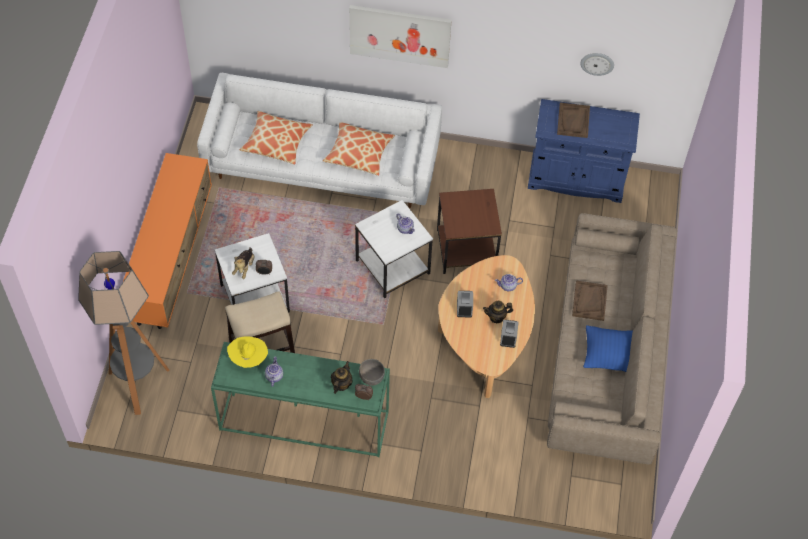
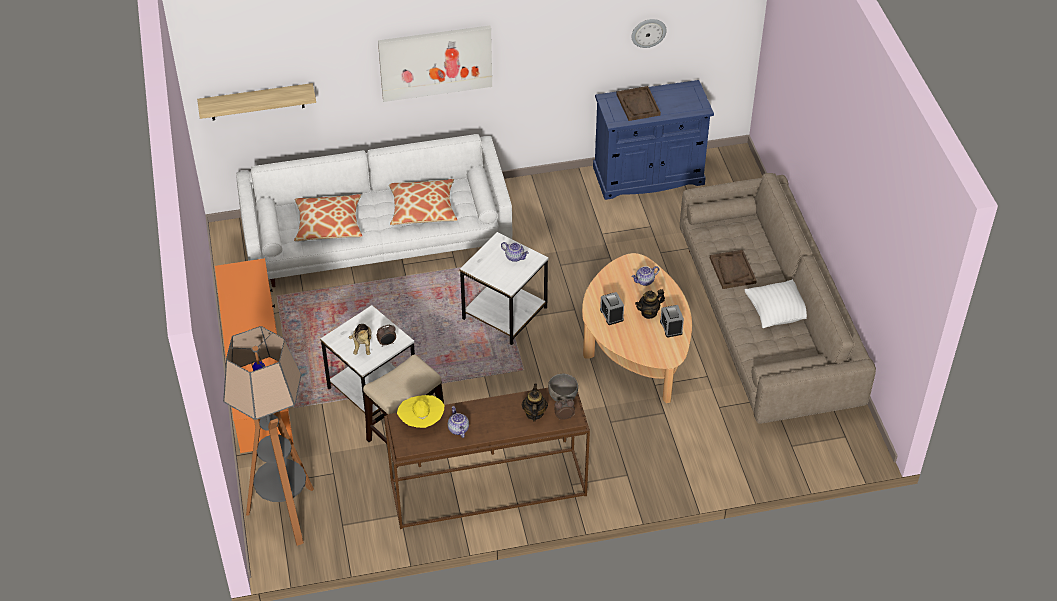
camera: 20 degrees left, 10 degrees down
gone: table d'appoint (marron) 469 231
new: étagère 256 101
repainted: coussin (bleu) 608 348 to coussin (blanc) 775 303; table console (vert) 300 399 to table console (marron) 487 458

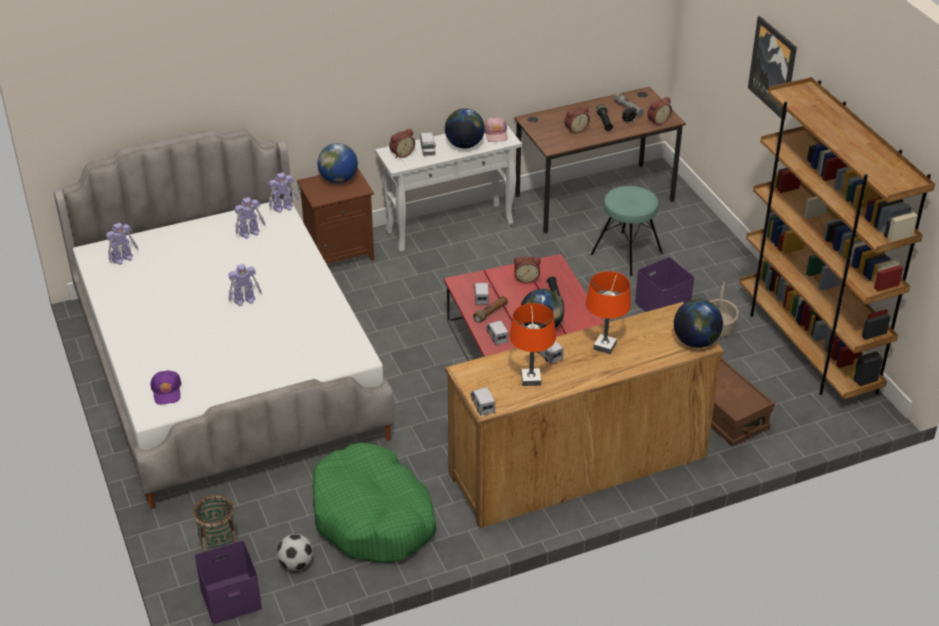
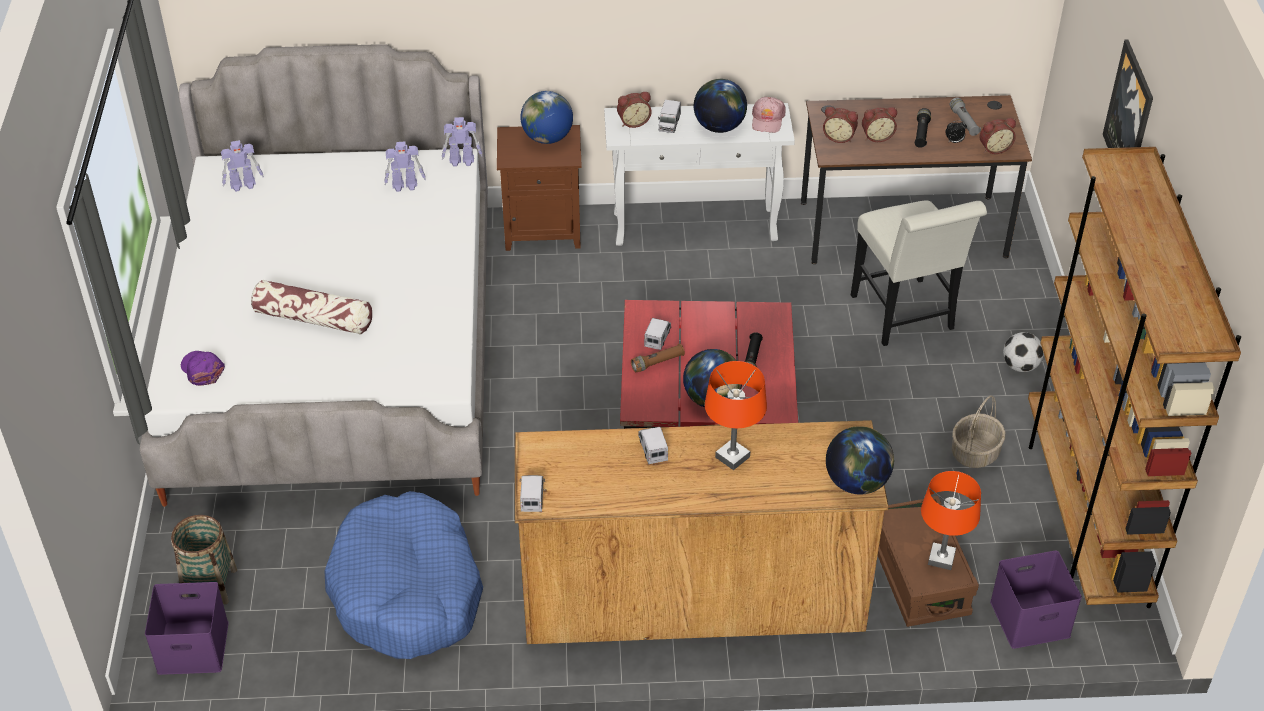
camera: 20 degrees right, 5 degrees up
gone: robot jouet 245 285; camion jouet 497 333
new: coussin 311 307
shifted: réveil 527 269 to 840 125; boîte de rangement (violet) 664 284 to 1036 599; lampe de table (orange) 532 344 to 951 520; ballon de foot 295 552 to 1023 352
swapped: tabouret (turquoise) 627 231 to chaise (blanc) 919 273
repainted: panier pour chien (vert) 375 503 to panier pour chien (bleu) 403 575
rotated: casquette (violet) 165 388 = 203 368 135 degrees clockwise

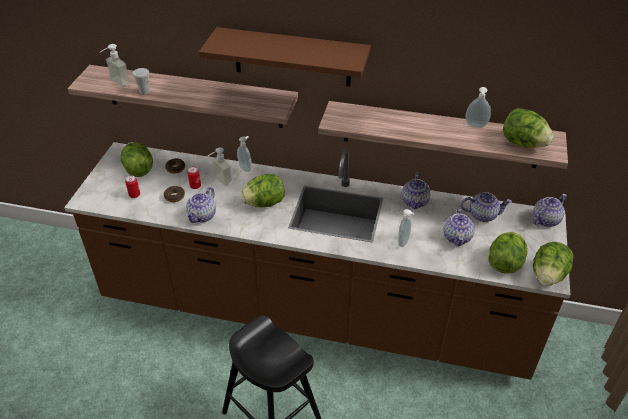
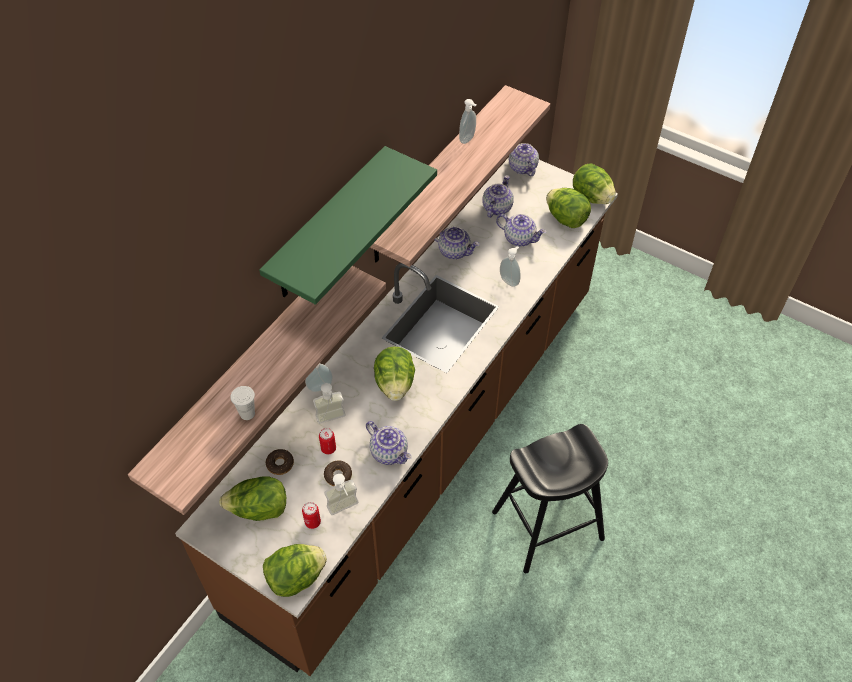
camera: 70 degrees left, 10 degrees up
shifted: distributeur de savon 115 65 to 341 494; laitue 528 128 to 295 570
repainted: étagère (marron) 285 56 to étagère (vert) 348 225

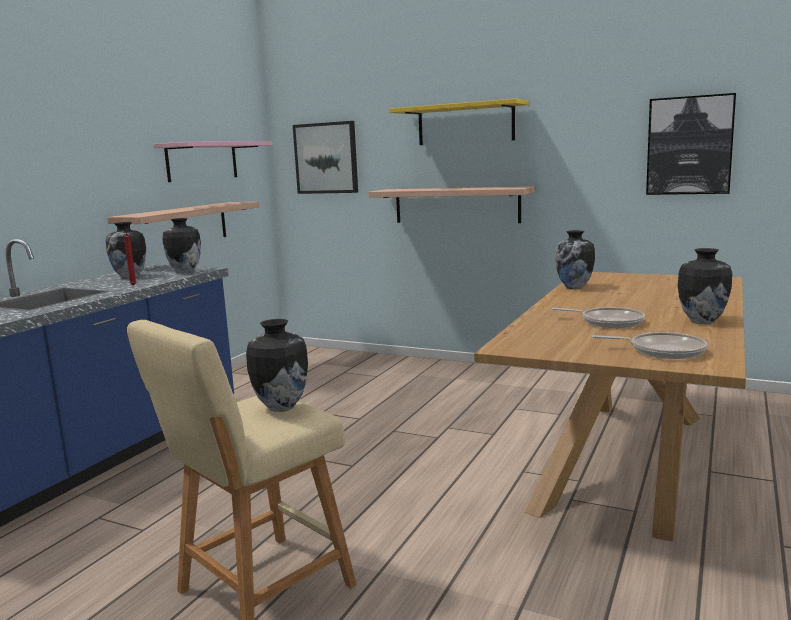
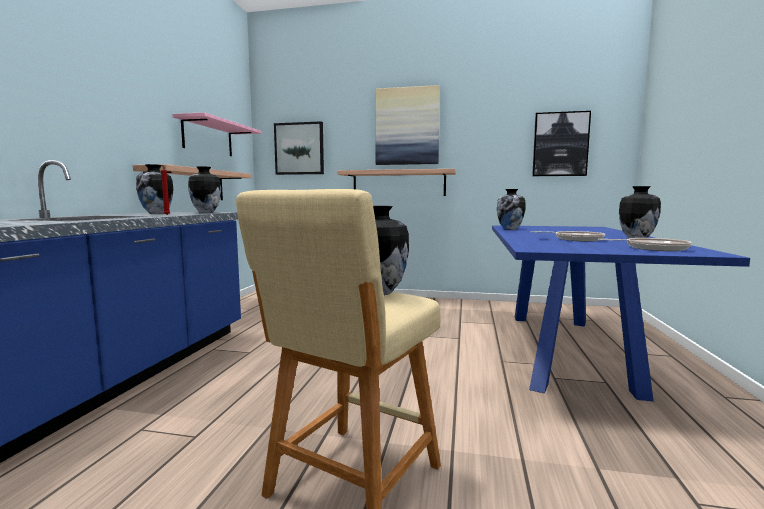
camera: 15 degrees left, 5 degrees down
swapped: étagère (jaune) 459 122 to tableau 407 125
repainted: table à manger (marron) 610 407 to table à manger (bleu) 621 313

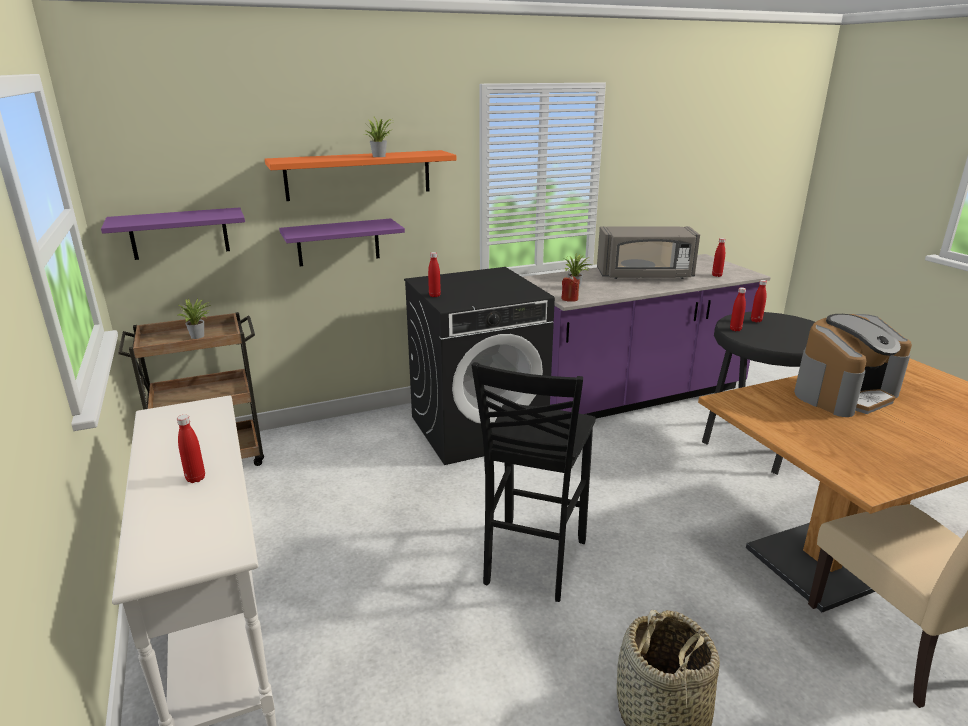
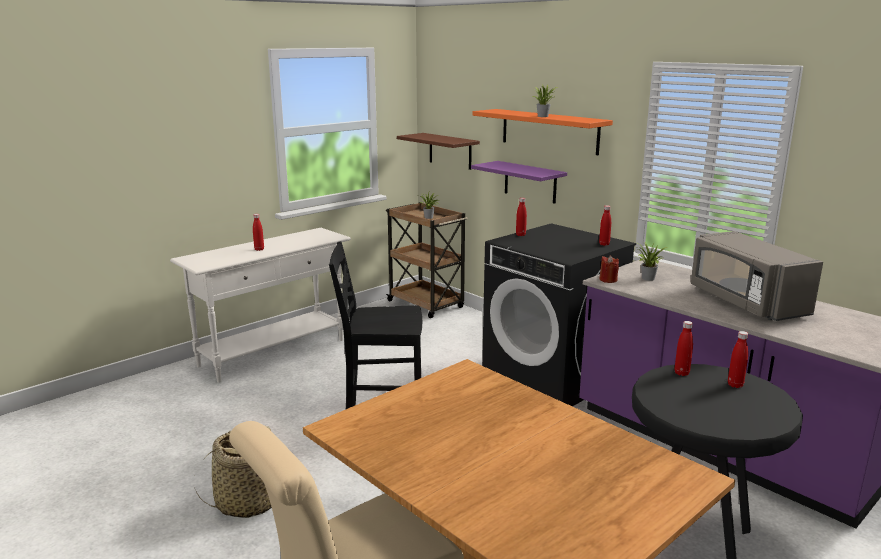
camera: 70 degrees right, 5 degrees down
gone: machine à café 853 365
shifted: bouteille (rouge) 719 257 to 605 225
repainted: étagère (violet) 173 233 to étagère (marron) 438 151

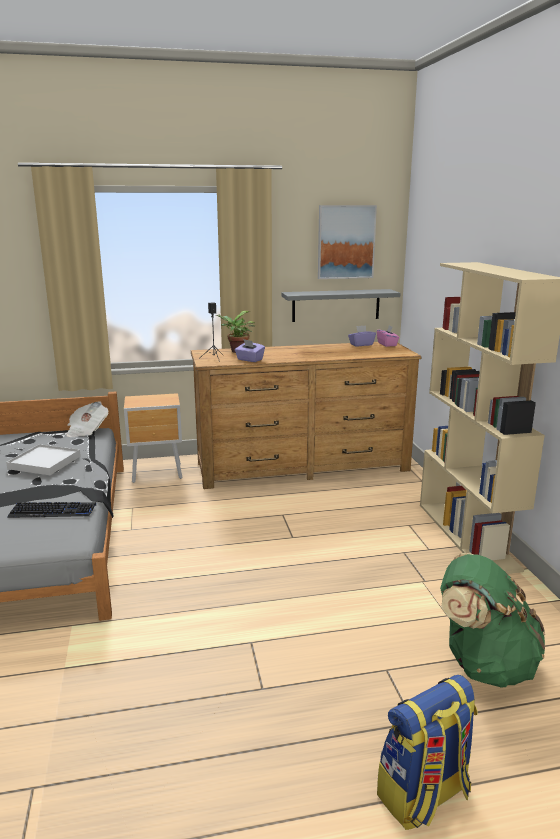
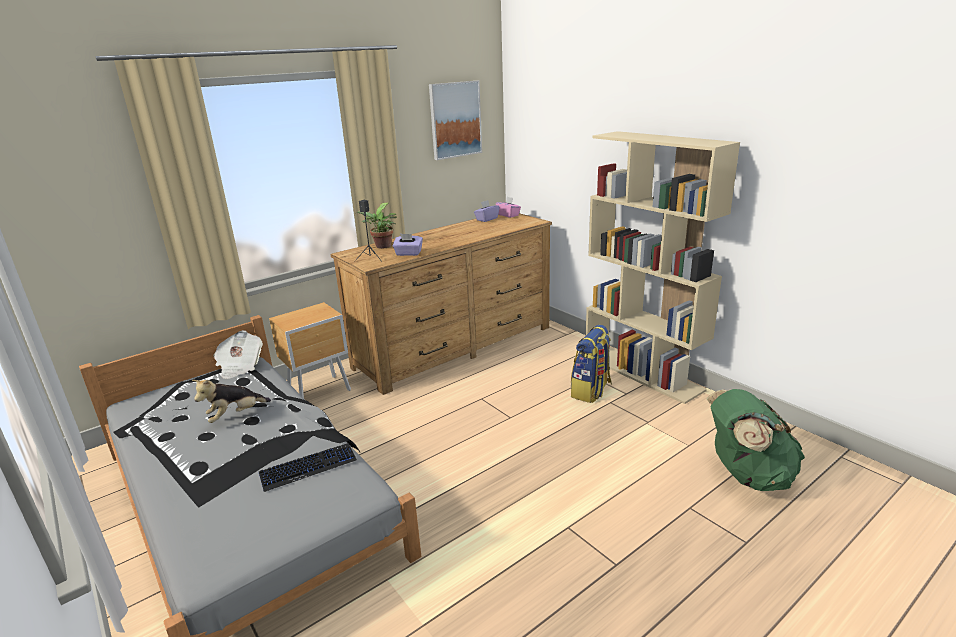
camera: 25 degrees left, 5 degrees up
gone: étagère (gris) 341 305
shifted: sac à dos 427 752 to 591 364
swapped: plateau (blanc) 43 459 to peluche 231 401

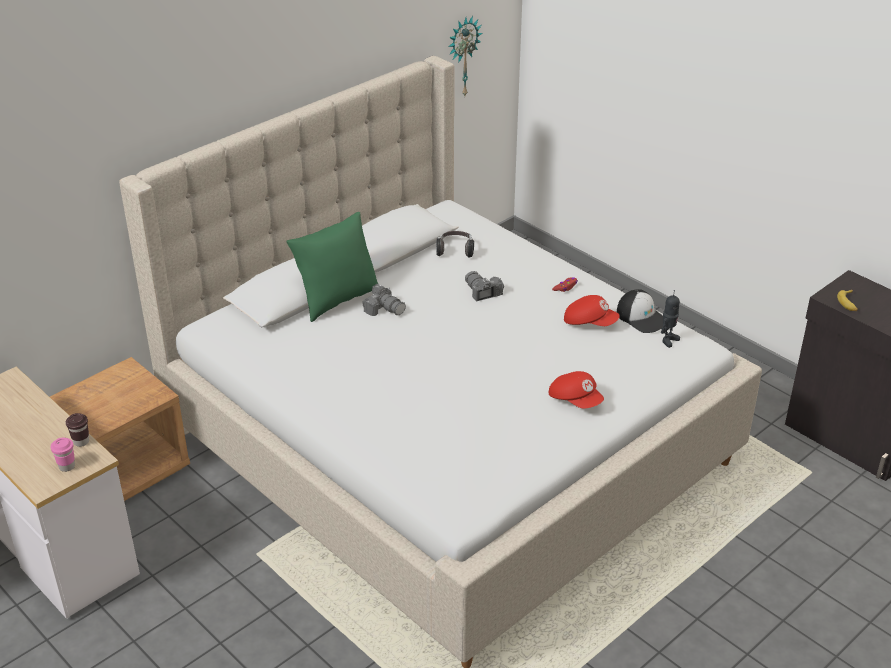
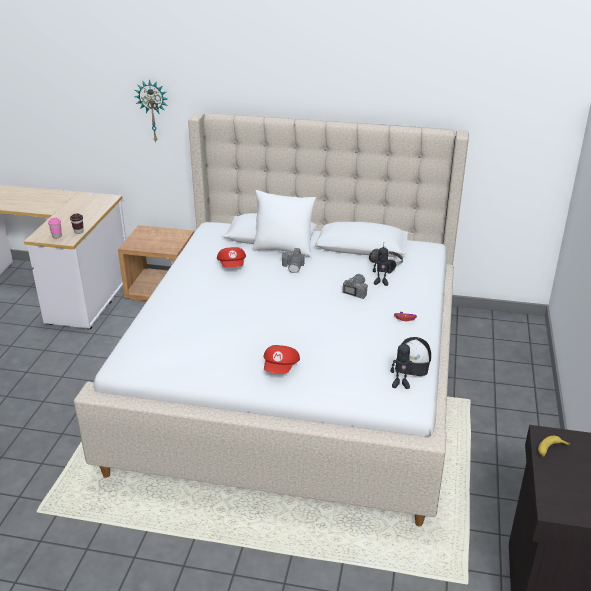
camera: 55 degrees right, 5 degrees down
new: robot jouet 382 266
shifted: horloge murale 465 56 to 151 111; casquette (rouge) 592 310 to 231 257
repainted: coussin (vert) 332 267 to coussin (blanc) 284 223

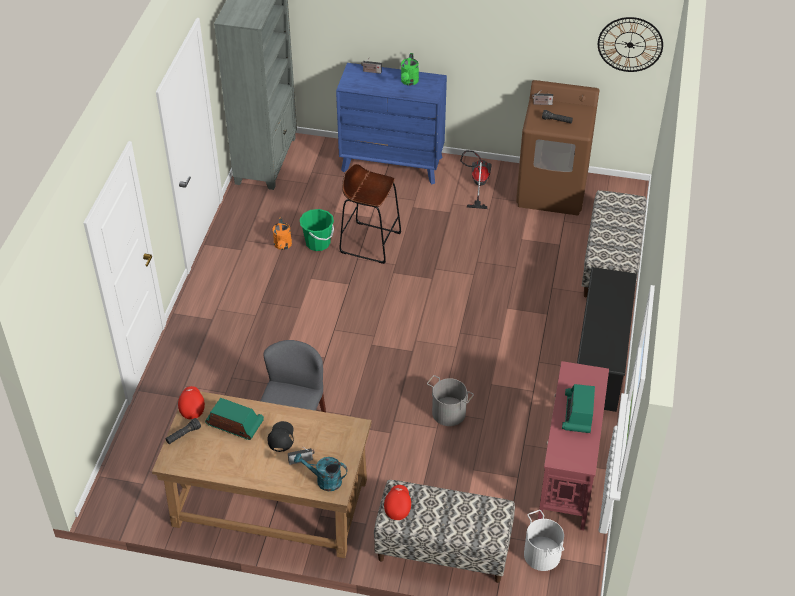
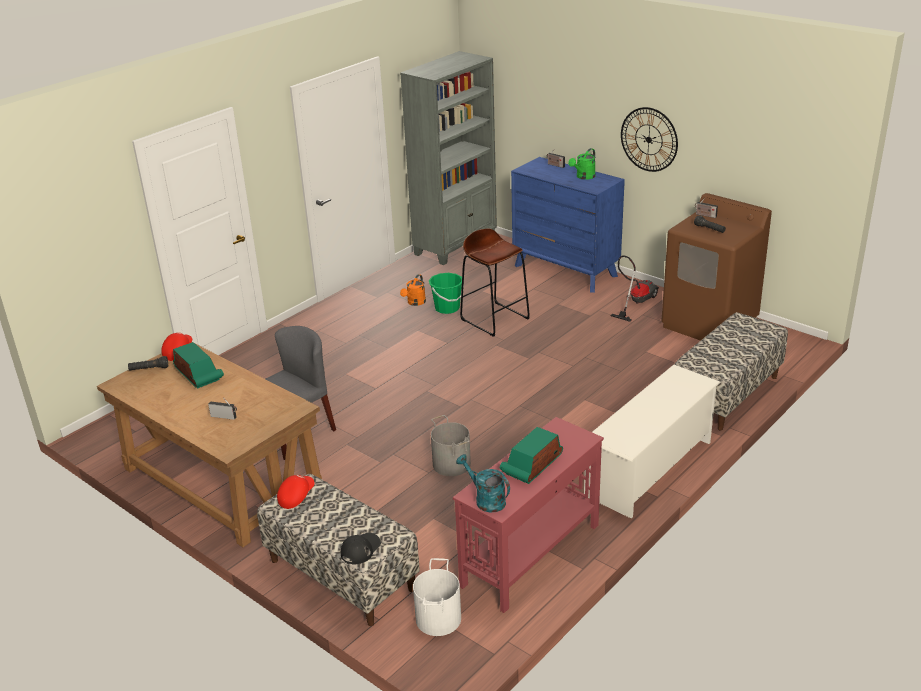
camera: 30 degrees right, 15 degrees down
shifted: horloge murale 630 44 to 649 139; casquette (noir) 280 436 to 361 548; arrosoir (turquoise) 321 472 to 483 483
repainted: étagère à chaussures (noir) 607 339 to étagère à chaussures (blanc) 652 442

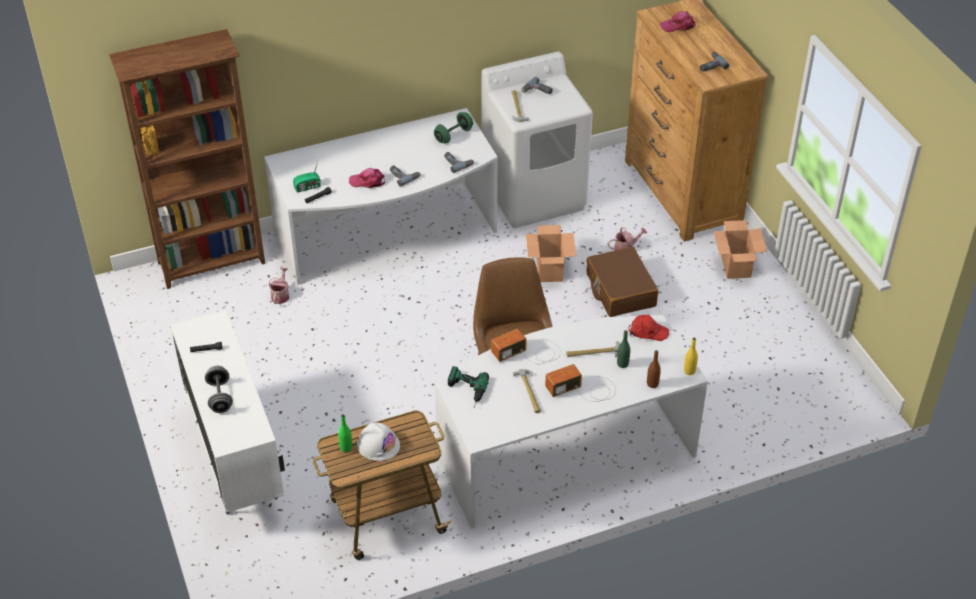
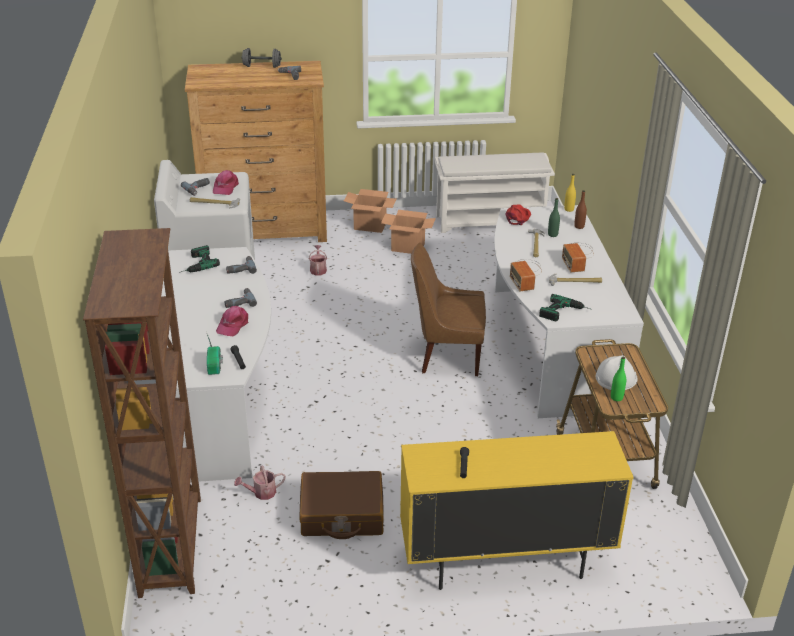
camera: 75 degrees left, 10 degrees down
new: étagère à chaussures (blanc) 495 192
shifted: casquette (rose) 677 21 to 226 182; carton 551 253 to 408 232; valise (marron) 622 282 to 342 505; haltère (gris) 219 389 to 262 58
swapped: haltère (vert) 453 127 to perceuse 200 258
repainted: meuble de rangement (blanc) 227 412 to meuble de rangement (jaune) 517 510
rotated: arrosoir 278 286 = 259 483 45 degrees counterclockwise

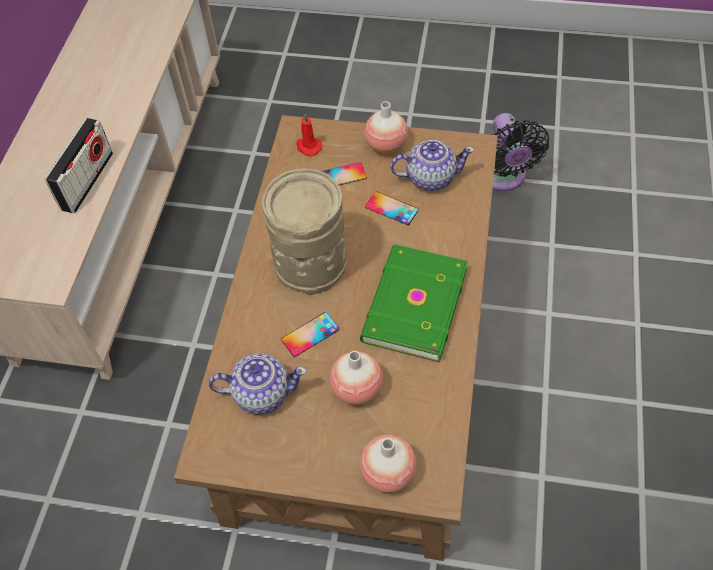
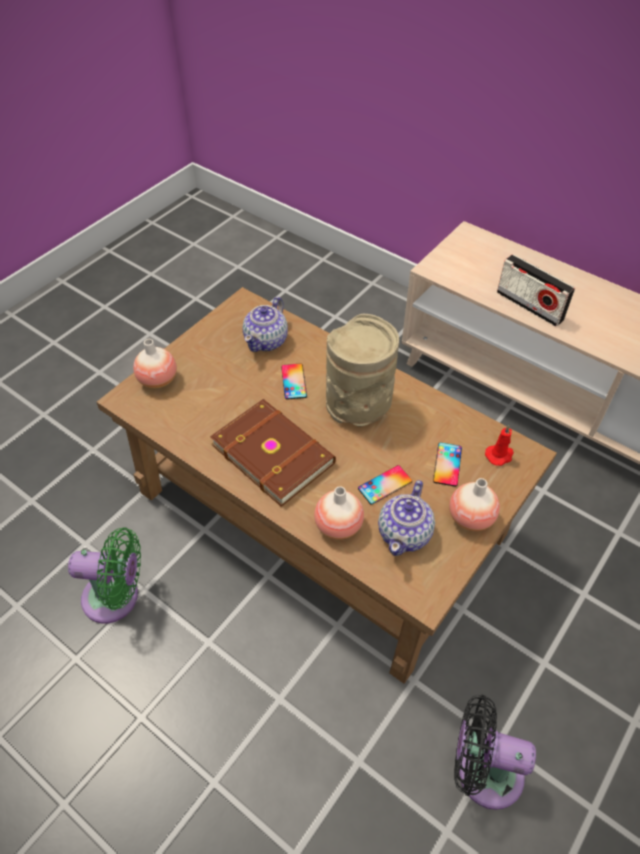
camera: 115 degrees right, 5 degrees down
new: ventilateur (vert) 104 576
shifted: vase 356 378 to 339 513
repainted: livre (vert) 414 303 to livre (marron) 273 453

